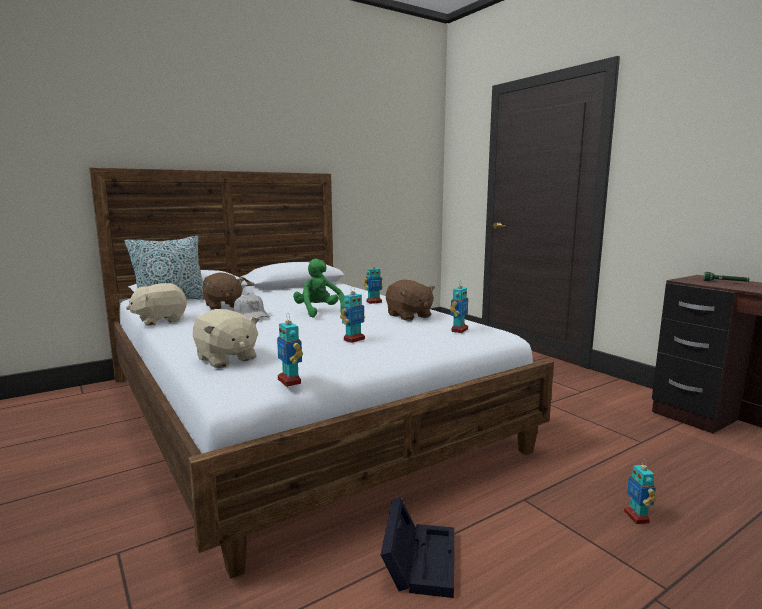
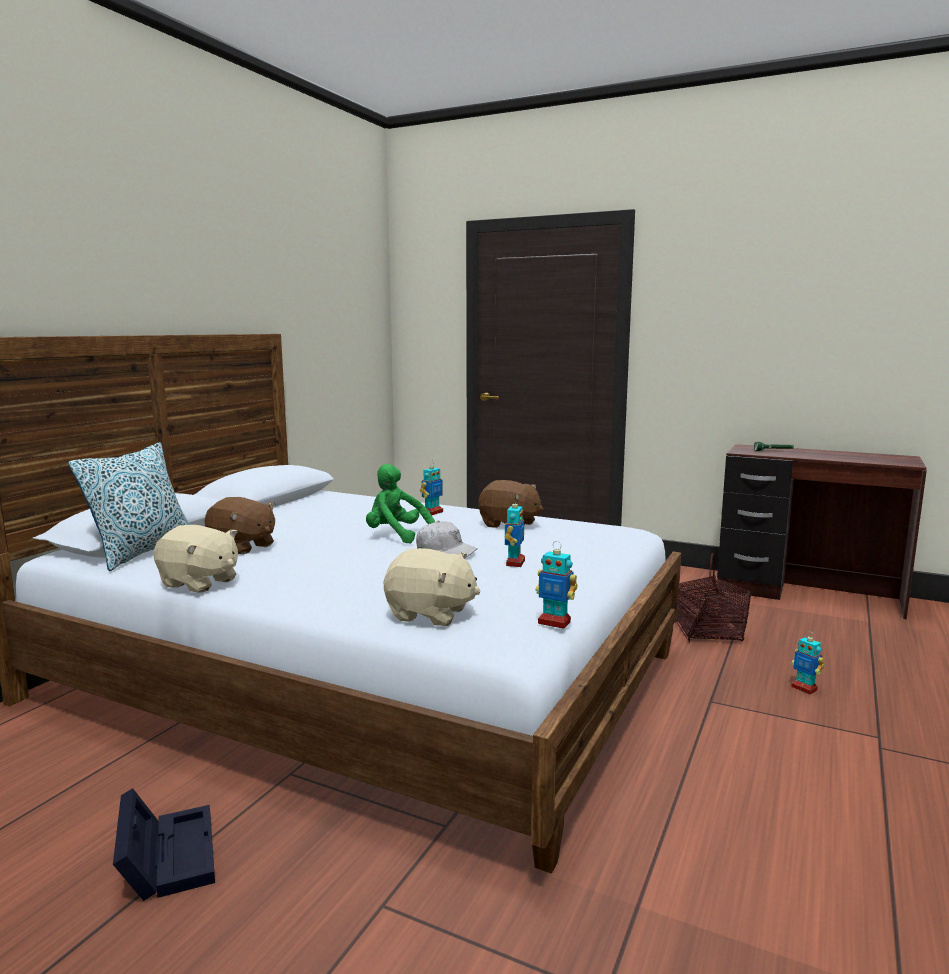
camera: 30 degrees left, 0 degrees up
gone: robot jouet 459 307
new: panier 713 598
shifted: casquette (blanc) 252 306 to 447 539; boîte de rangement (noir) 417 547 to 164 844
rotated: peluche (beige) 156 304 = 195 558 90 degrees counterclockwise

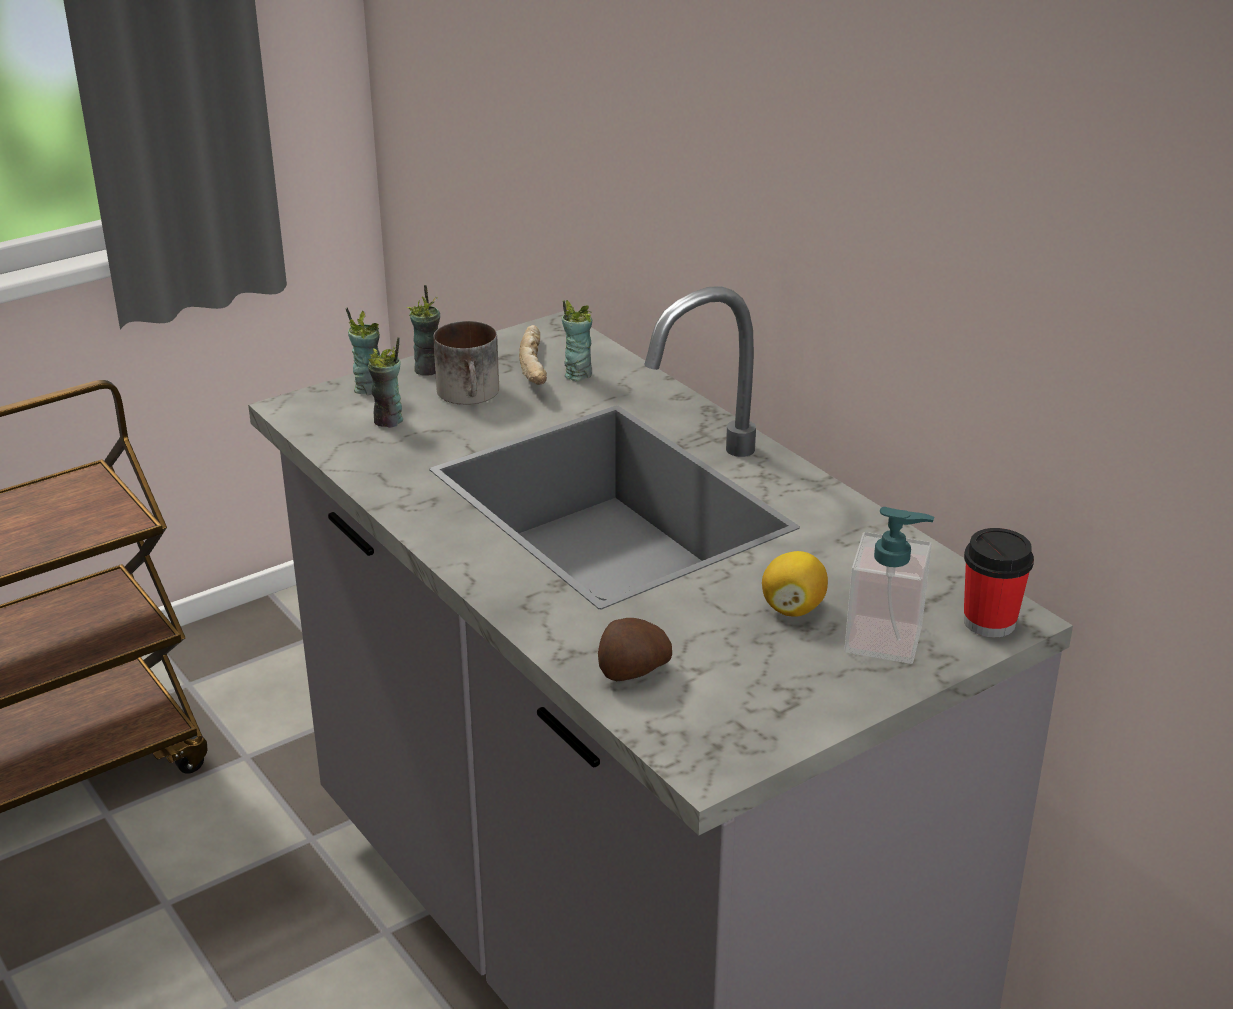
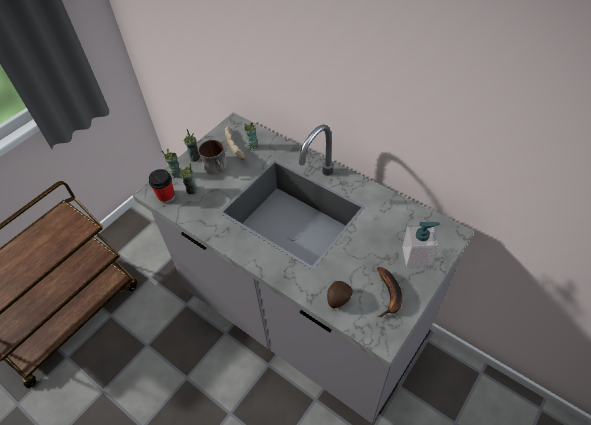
camera: 15 degrees left, 20 degrees up
gone: citron 795 584
new: banane 389 292
shifted: tasse 999 582 to 162 186

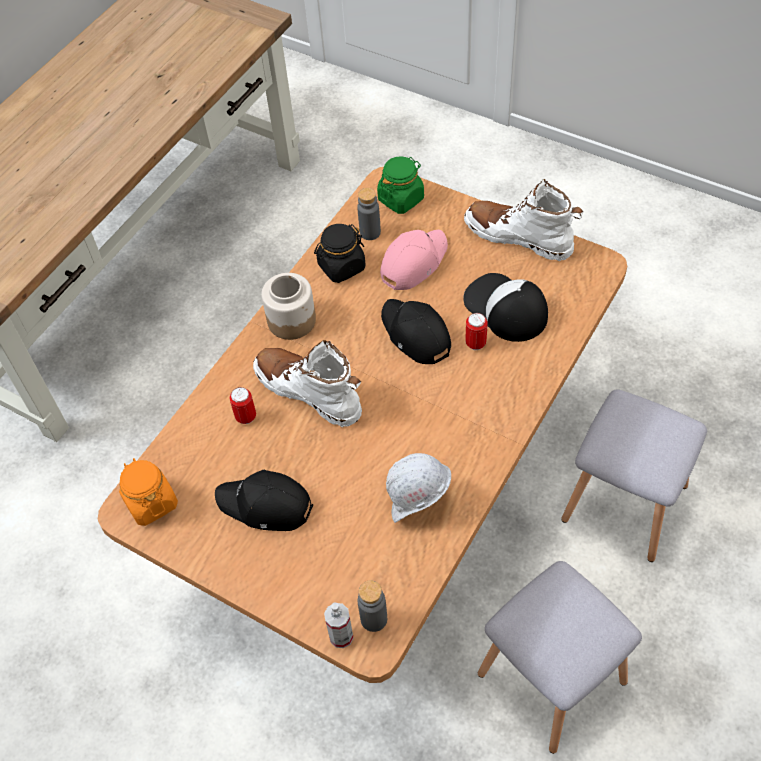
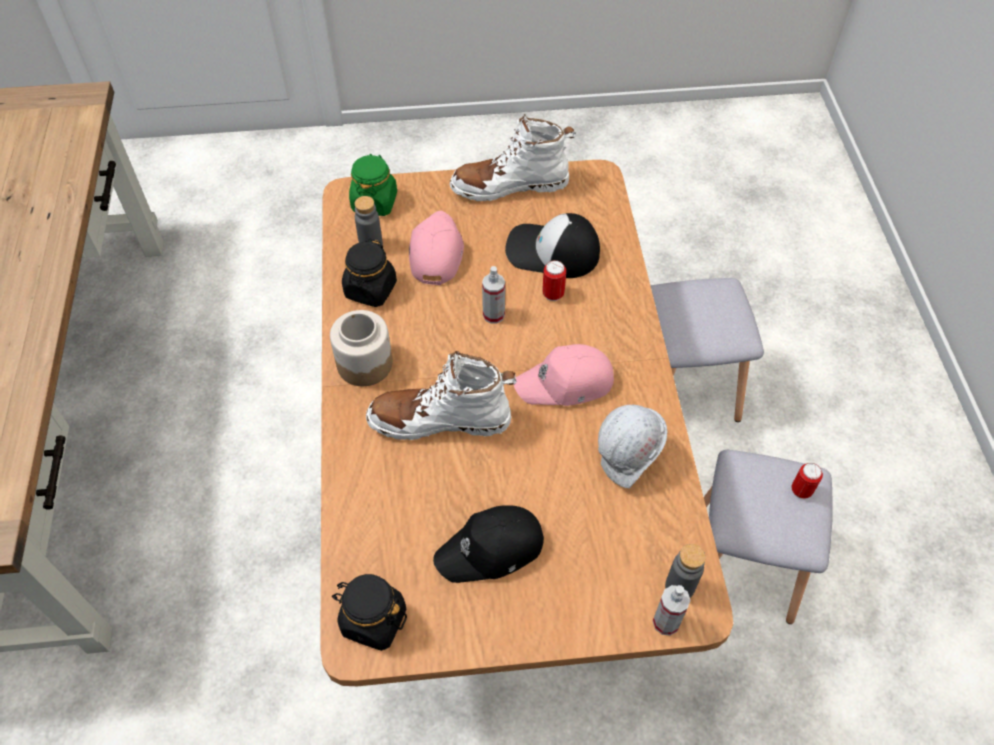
camera: 40 degrees left, 0 degrees up
new: casquette (rose) 563 375
shifted: boîte métallique 243 405 to 807 481
swapped: casquette (noir) 416 331 to vaporisateur 493 295
repainted: bocal (orange) 148 492 to bocal (noir) 369 612

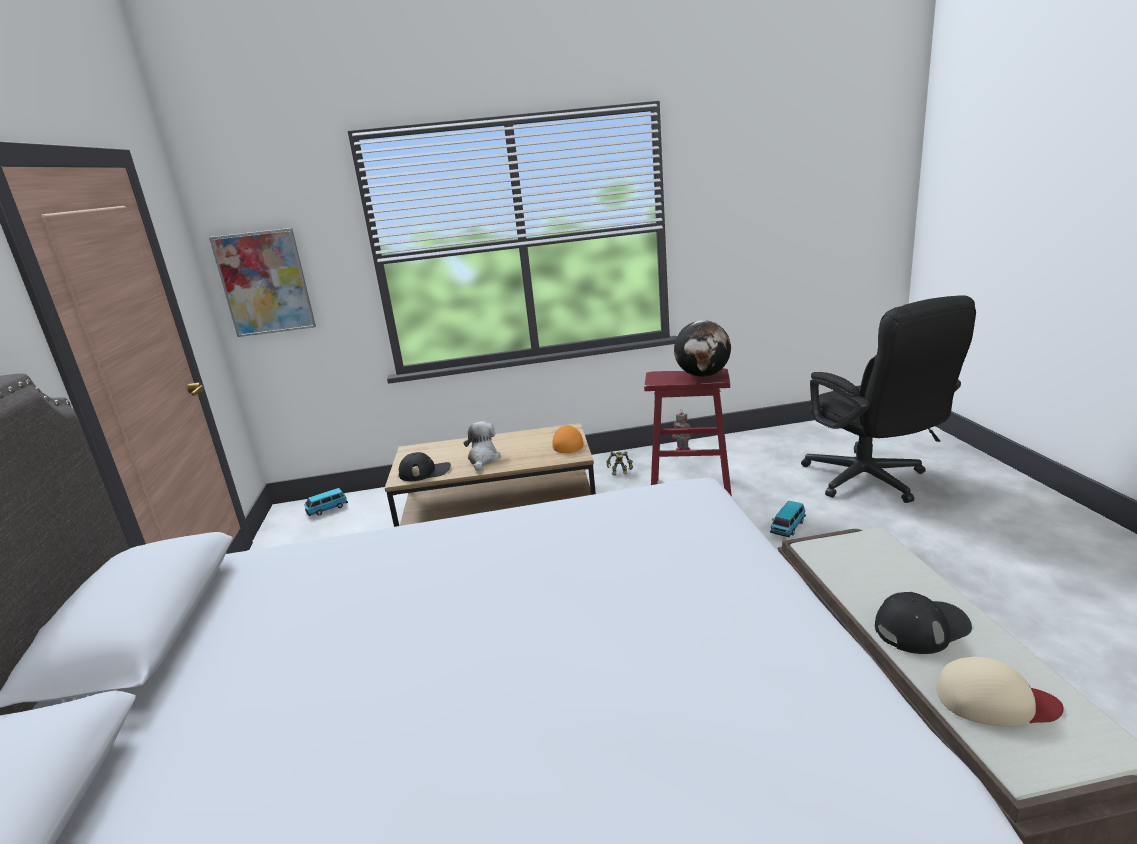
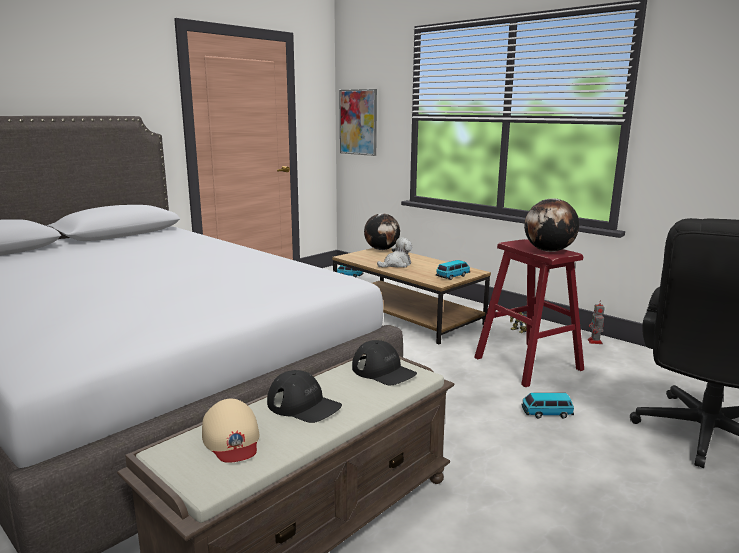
camera: 50 degrees right, 5 degrees down
new: globe 382 231
shifted: casquette (noir) 424 466 to 384 362
swapped: casquette (orange) 567 439 to petite voiture 453 270

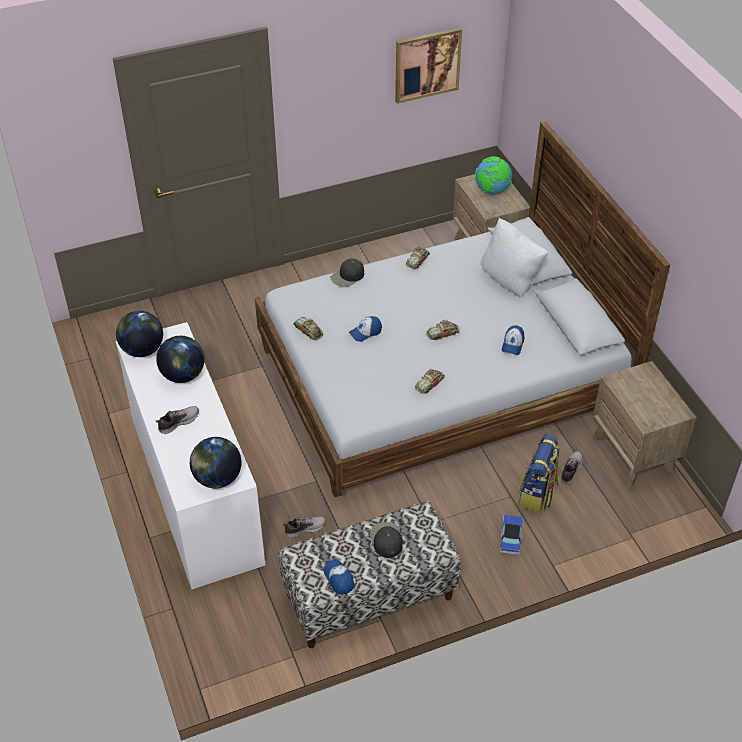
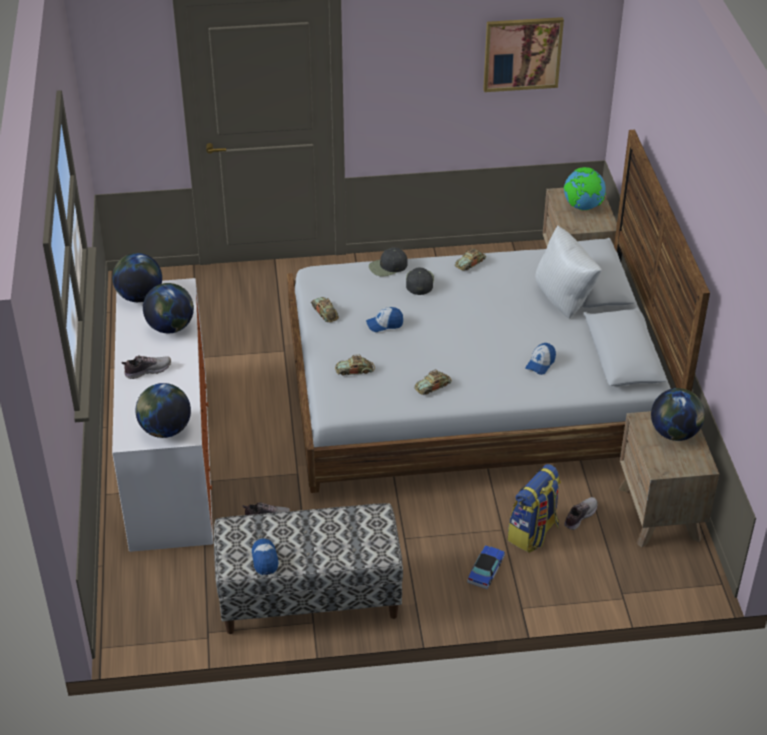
camera: 15 degrees right, 5 degrees down
new: globe 678 414
shifted: petite voiture 443 330 to 355 365; casquette (noir) 386 540 to 420 281

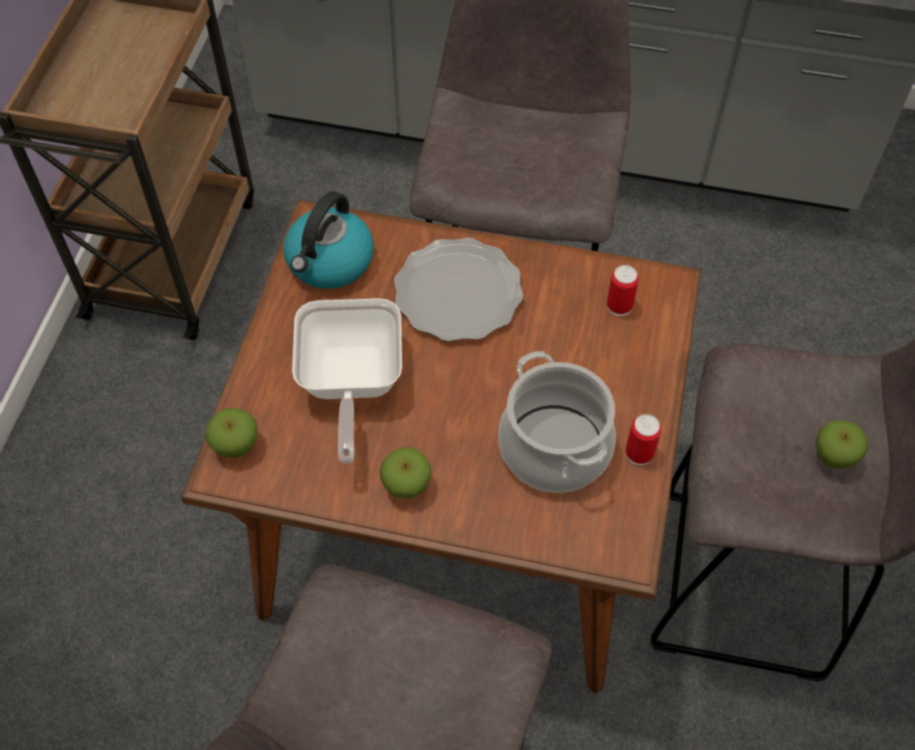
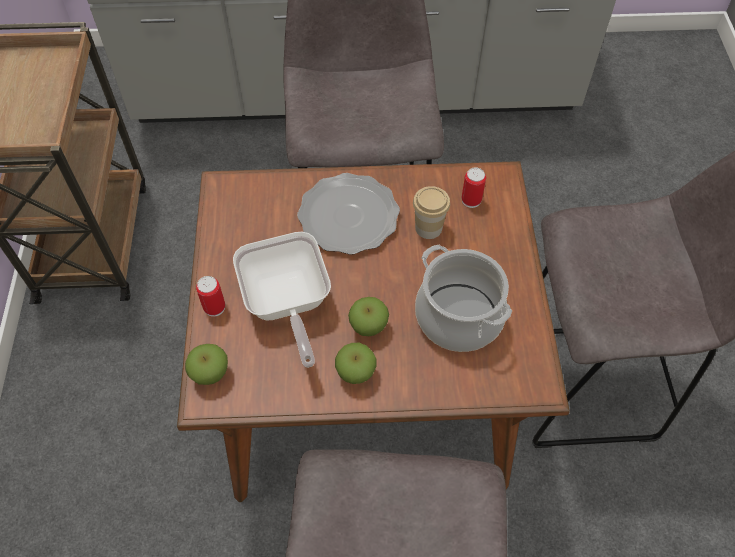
camera: 15 degrees left, 0 degrees up
gone: bouilloire 328 240
new: tasse 431 212
shifted: boîte métallique 643 439 to 210 296; pomme 842 444 to 368 316

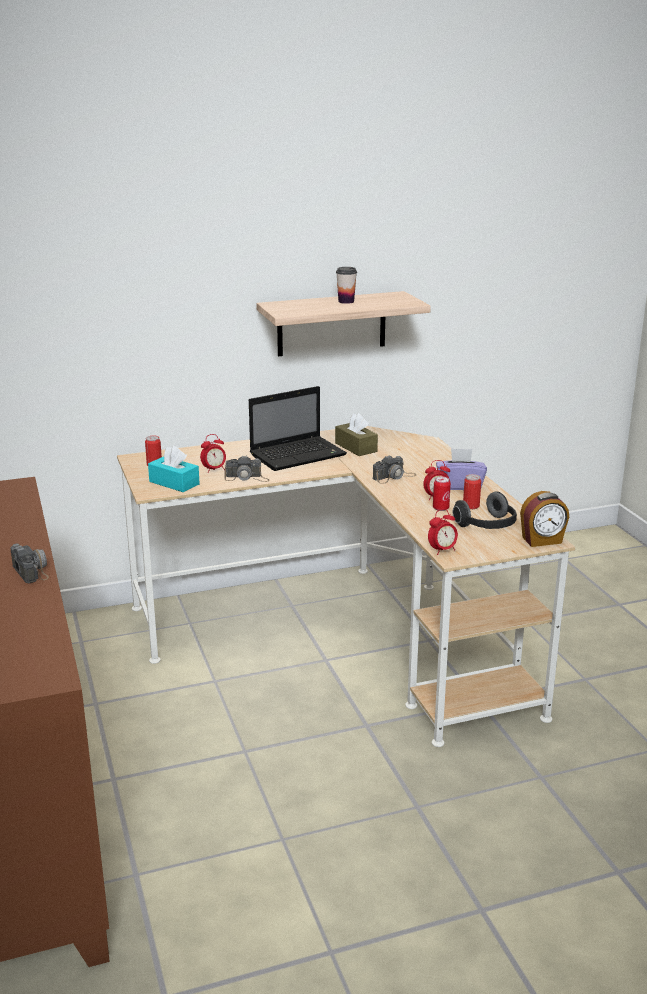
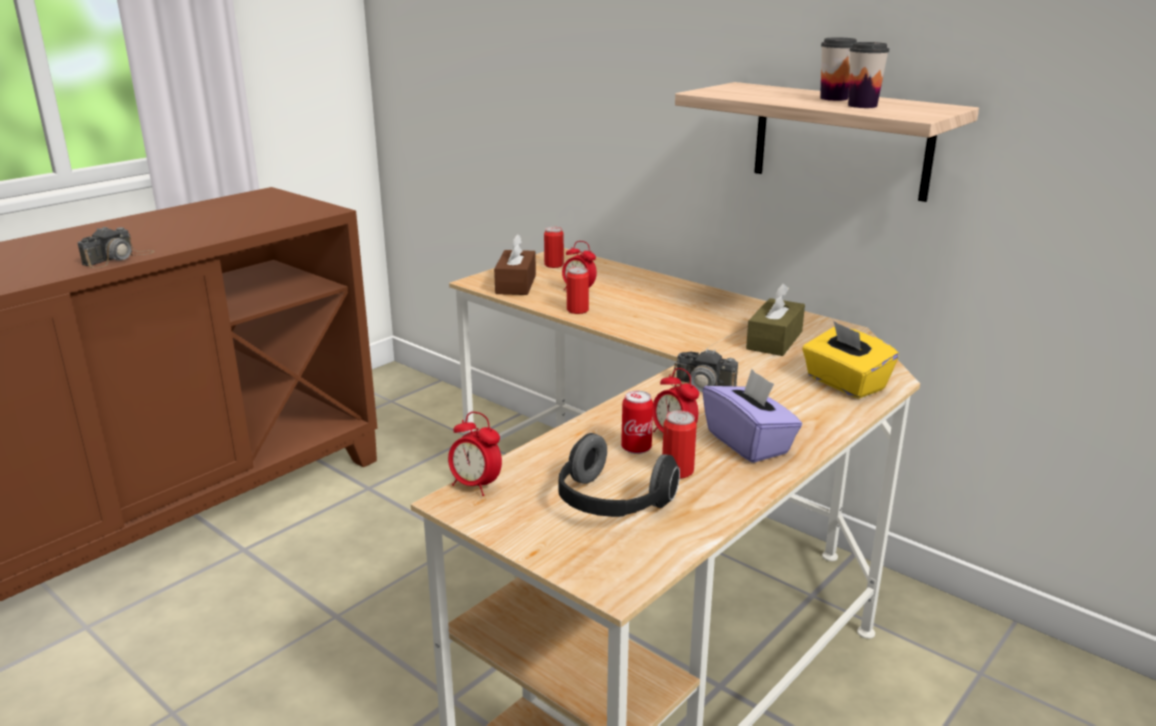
camera: 60 degrees right, 0 degrees up
gone: ordinateur portable 298 428; réveil 544 519
new: tasse 868 75; boîte à mouchoirs (jaune) 850 360
swapped: appareil photo 246 468 to boîte métallique 578 290
repainted: boîte à mouchoirs (turquoise) 174 469 to boîte à mouchoirs (marron) 515 264

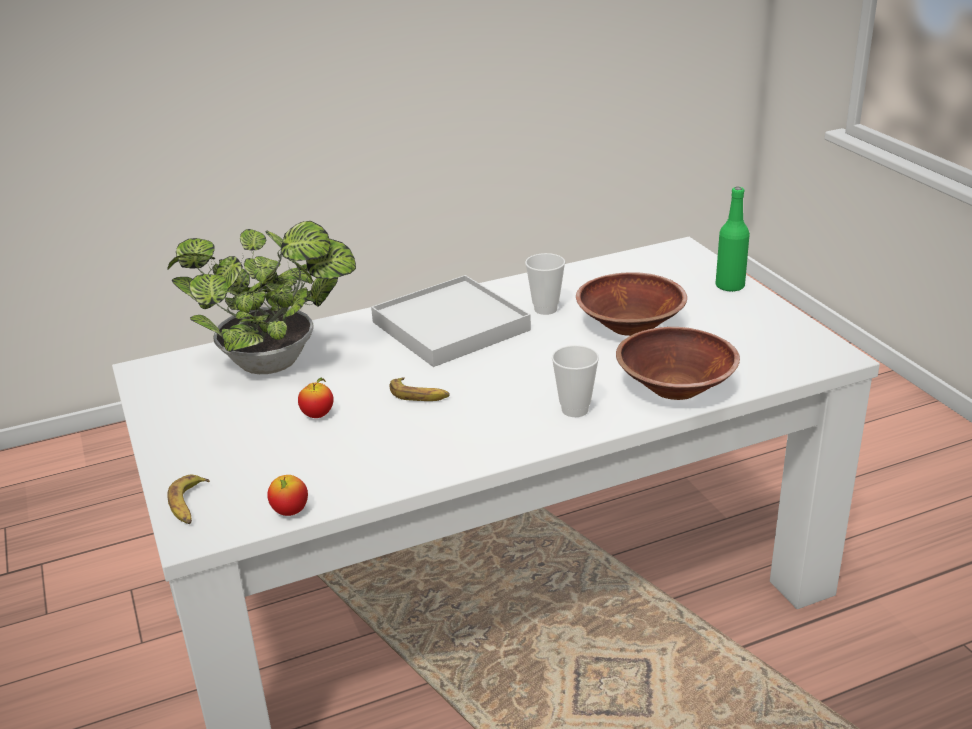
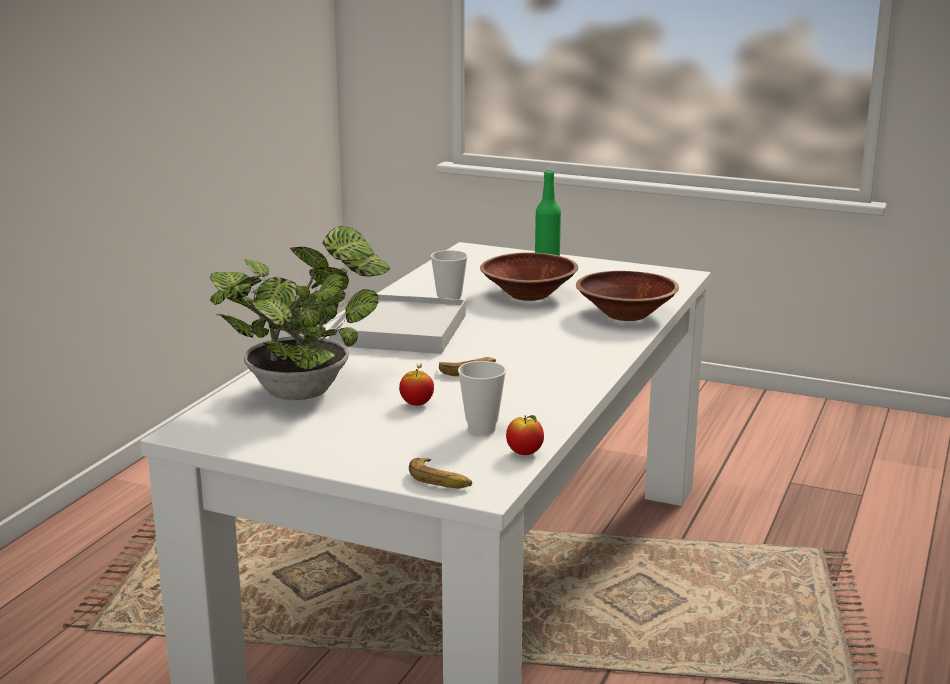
camera: 45 degrees left, 10 degrees down
shifted: tasse 575 381 to 482 398

